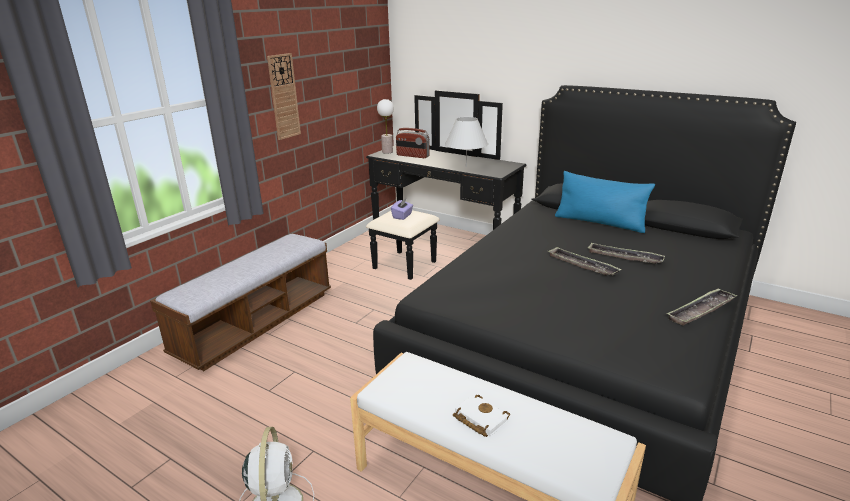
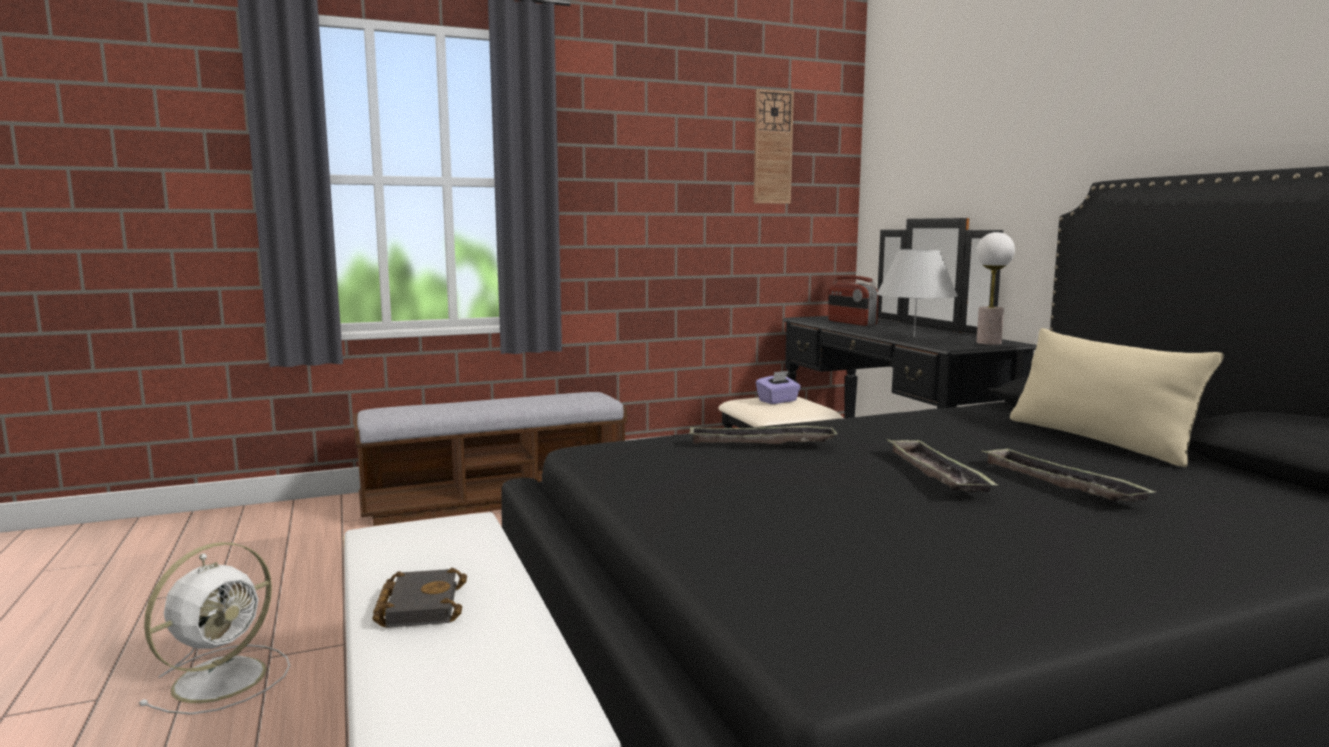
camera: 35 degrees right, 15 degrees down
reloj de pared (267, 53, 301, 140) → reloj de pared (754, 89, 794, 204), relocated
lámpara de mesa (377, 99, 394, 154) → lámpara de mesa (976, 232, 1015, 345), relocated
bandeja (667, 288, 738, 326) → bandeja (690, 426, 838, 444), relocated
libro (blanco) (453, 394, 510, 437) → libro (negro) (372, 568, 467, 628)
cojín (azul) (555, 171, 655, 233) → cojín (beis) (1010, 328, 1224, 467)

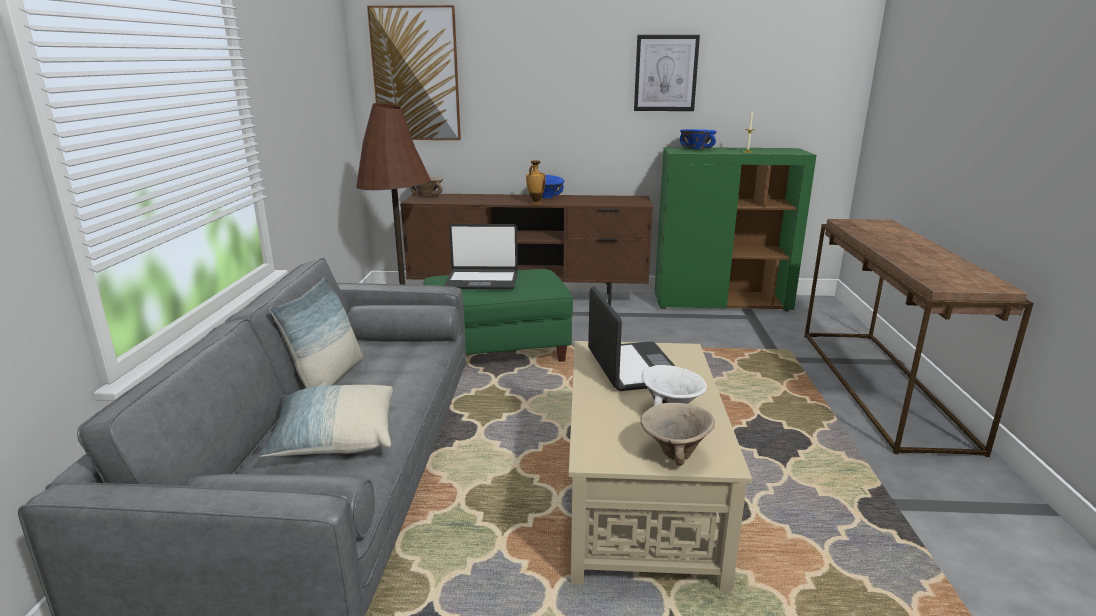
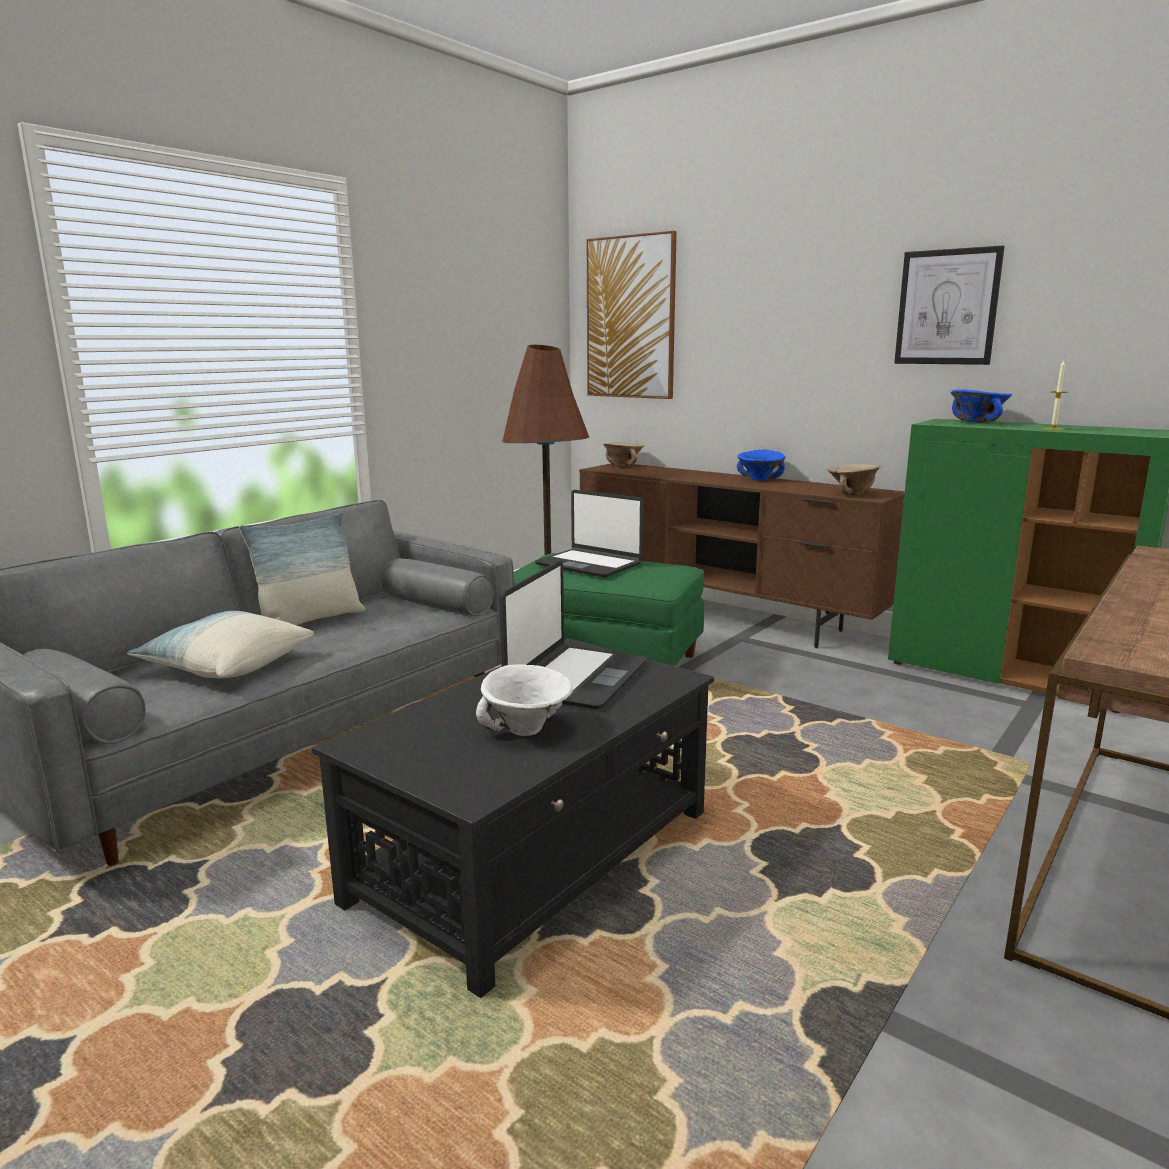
camera: 35 degrees right, 5 degrees down
florero (526, 161, 546, 205) → -
cuenco (beis) (640, 403, 715, 466) → cuenco (beis) (827, 464, 881, 495), relocated
mesa de centro (beis) (569, 341, 752, 591) → mesa de centro (negro) (312, 638, 714, 998)

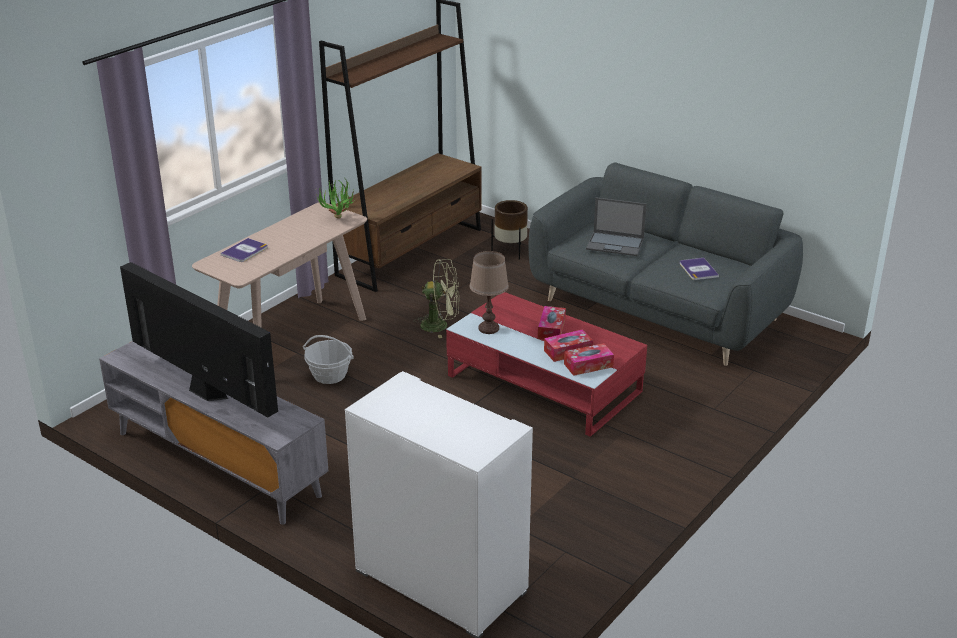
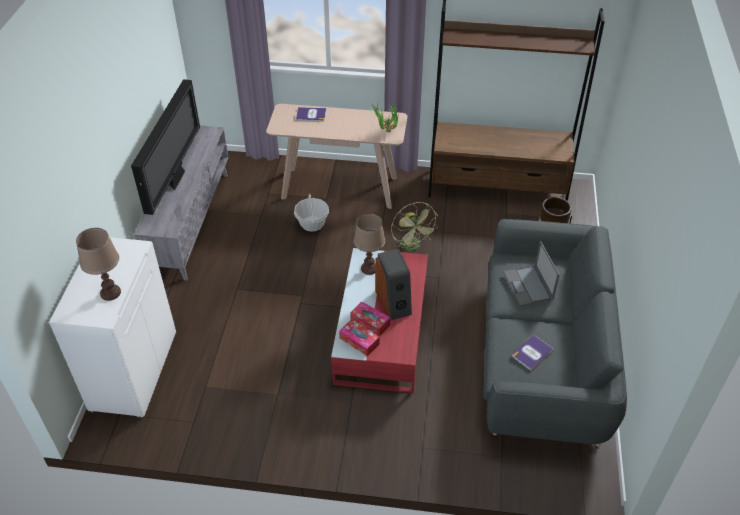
camera: 60 degrees right, 15 degrees up
- → lámpara de mesa (marrón) (76, 228, 121, 301)
caja de pañuelos (538, 306, 566, 340) → altavoz (375, 249, 412, 320)

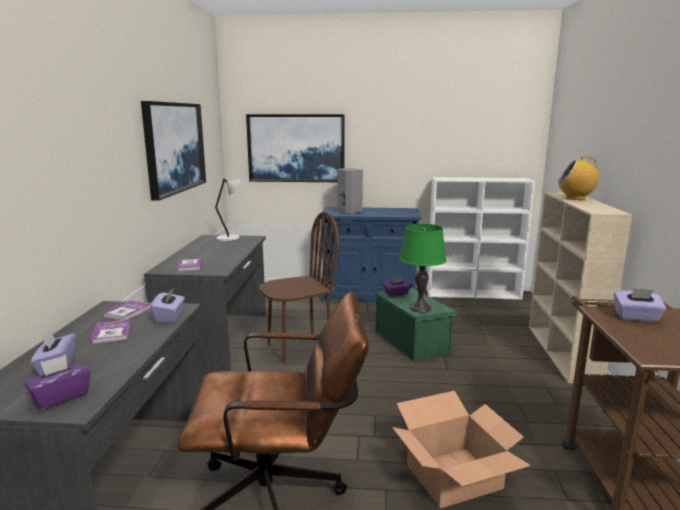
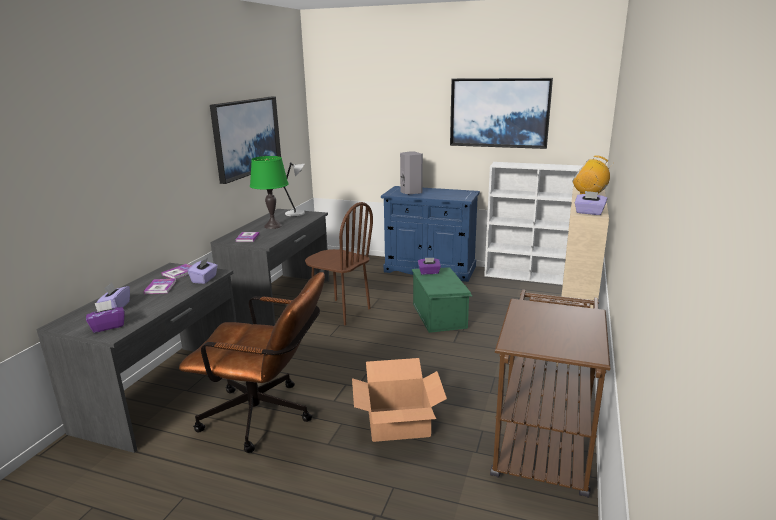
camera: 15 degrees right, 5 degrees up
cuadro (246, 114, 345, 182) → cuadro (450, 78, 553, 149), relocated
lámpara de mesa (verde) (399, 224, 447, 313) → lámpara de mesa (verde) (250, 156, 289, 229), relocated
caja de pañuelos (morado) (614, 288, 666, 322) → caja de pañuelos (morado) (575, 191, 608, 215), relocated
silla (marrón) (259, 211, 339, 364) → silla (marrón) (305, 202, 373, 325), 45 degrees clockwise

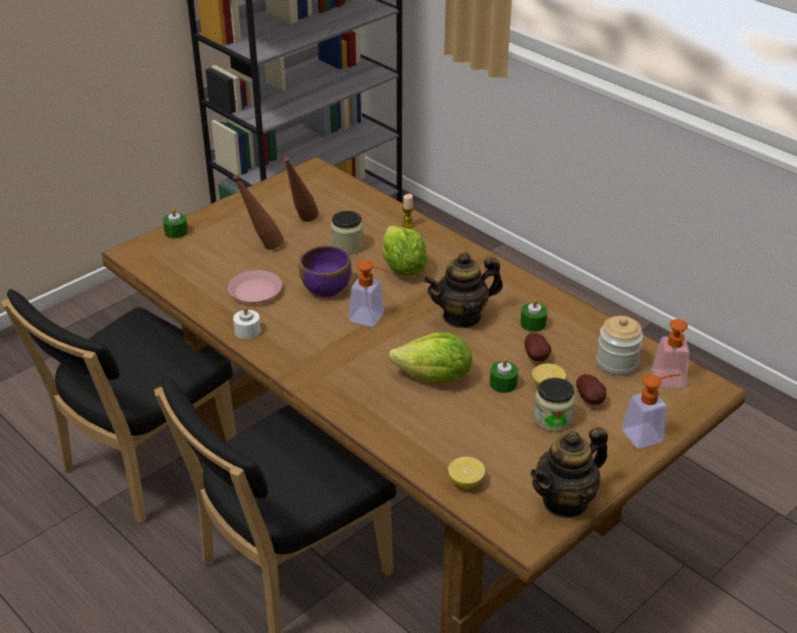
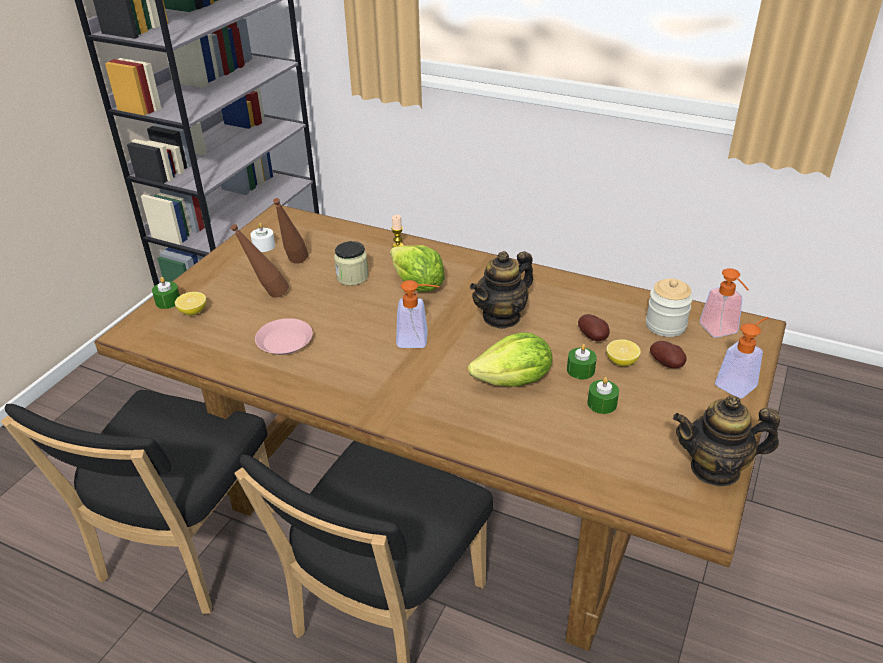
camera: 20 degrees left, 0 degrees up
cuenco (morado) (299, 245, 351, 297) → -
tarro (534, 378, 575, 432) → -
vela (blanco) (233, 306, 261, 339) → vela (blanco) (250, 223, 275, 252), relocated
limón (448, 457, 485, 488) → limón (175, 292, 206, 315), relocated
vela (verde) (520, 299, 547, 332) → vela (verde) (587, 377, 619, 414), relocated
tetera (530, 427, 608, 519) → tetera (673, 395, 780, 487), 60 degrees clockwise

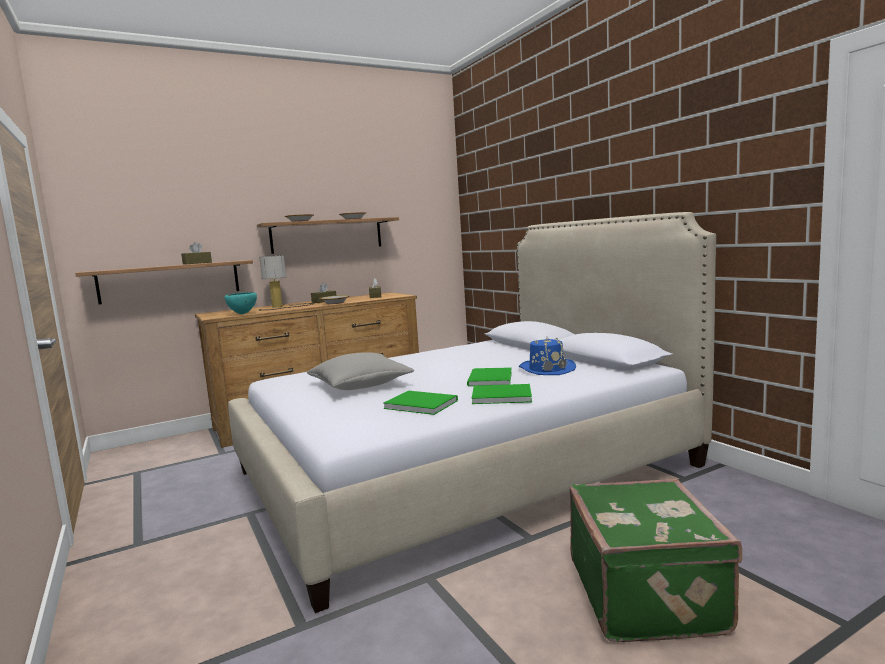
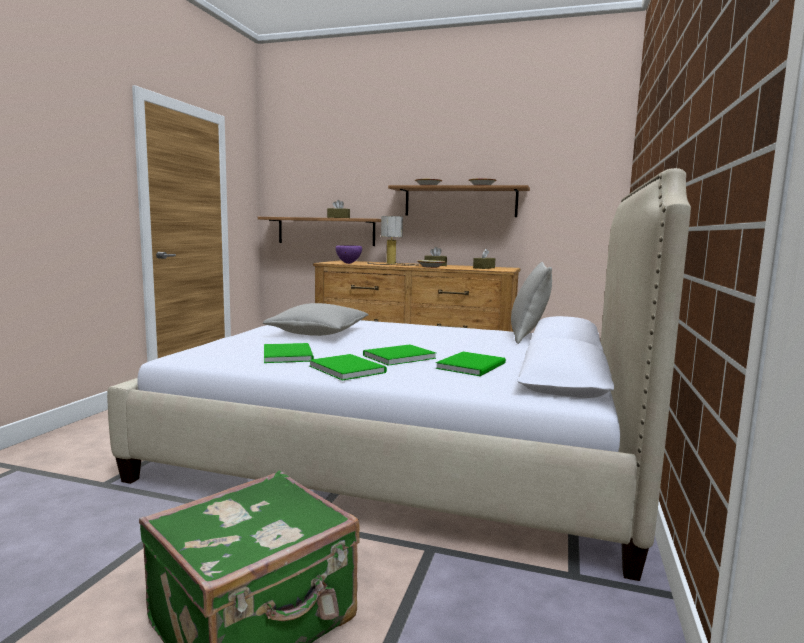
camera: 45 degrees right, 0 degrees up
- → cojín (gris) (511, 262, 552, 344)
sombrero (azul) (519, 337, 576, 375) → libro (verde) (436, 352, 506, 376)
cuenco (turquesa) (224, 292, 257, 314) → cuenco (morado) (336, 245, 362, 264)

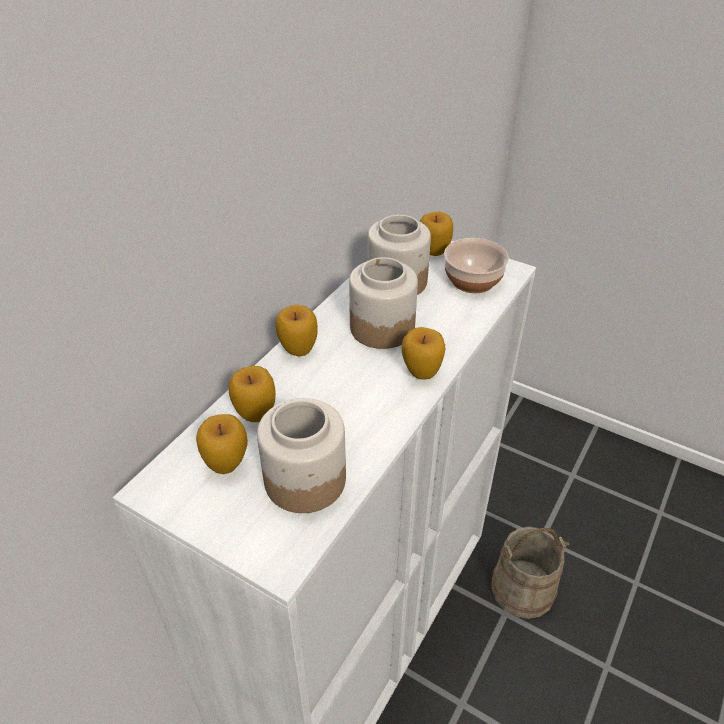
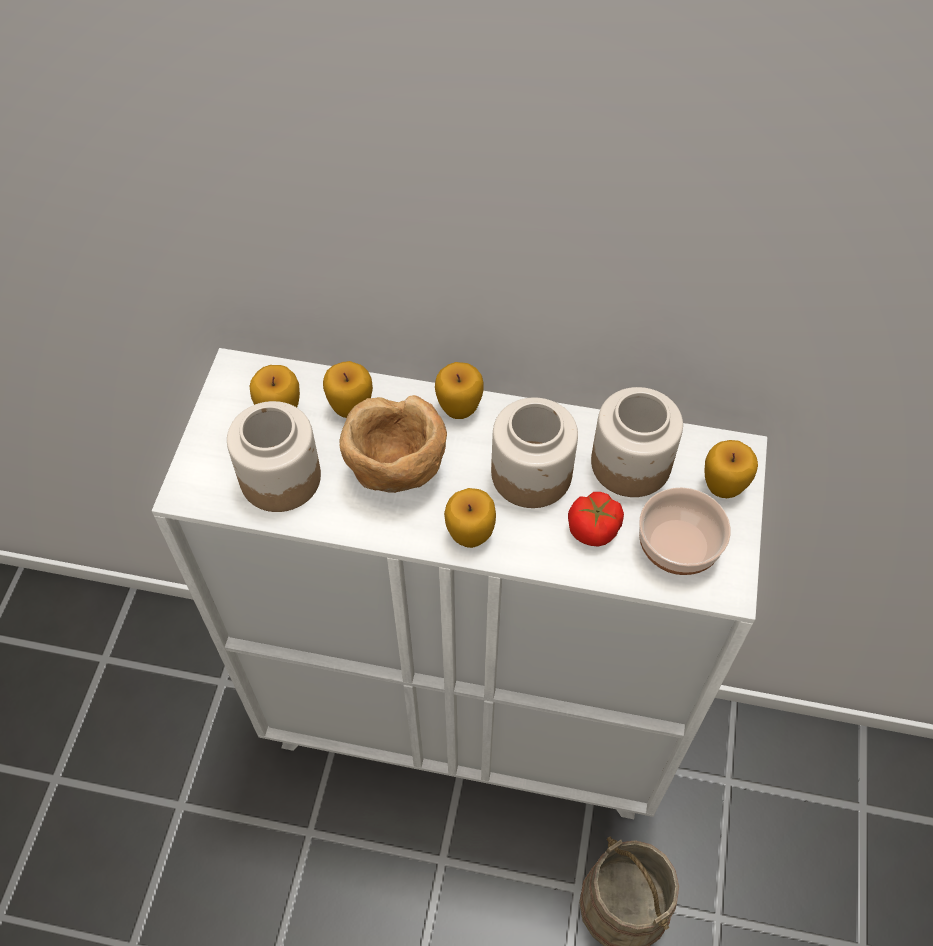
camera: 70 degrees right, 15 degrees up
- → cuenco (marrón) (339, 395, 447, 493)
- → tomate (568, 492, 624, 546)

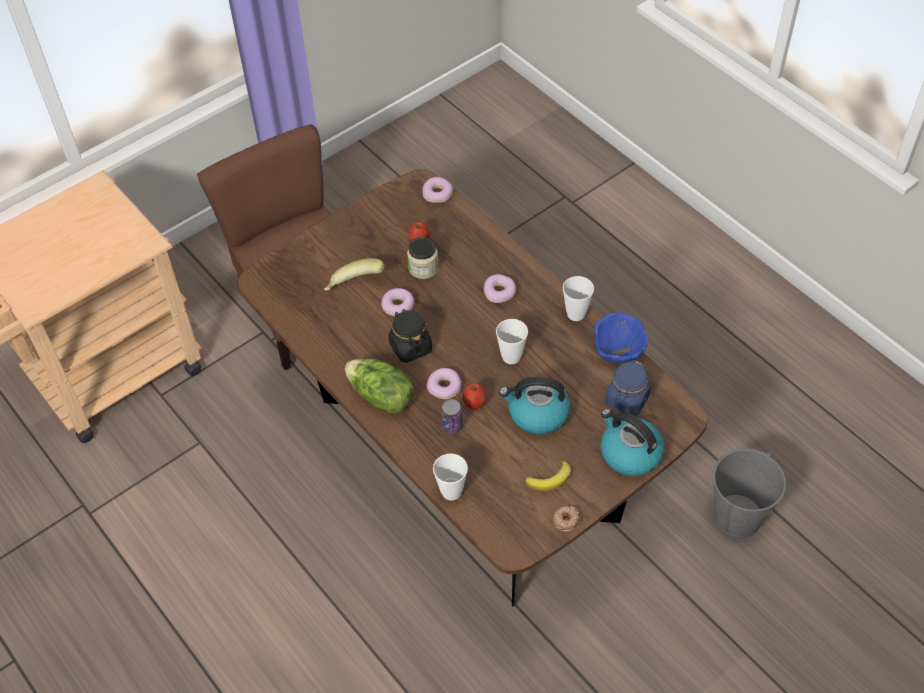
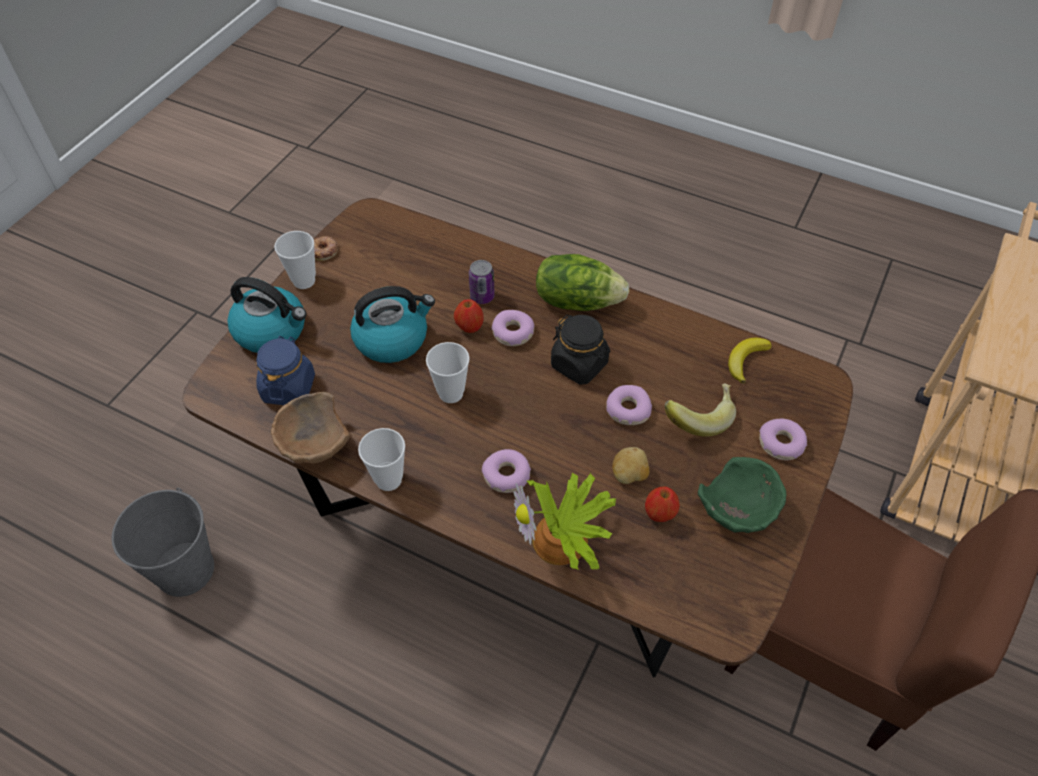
camera: 155 degrees right, 0 degrees up
- → planta en maceta (514, 473, 616, 570)
- → cuenco (verde) (698, 457, 786, 533)
rosquilla (422, 177, 453, 203) → rosquilla (759, 419, 807, 460), relocated
taza (433, 453, 468, 501) → taza (274, 231, 316, 289), relocated
plátano (525, 461, 571, 491) → plátano (728, 337, 772, 383), relocated
tarro (407, 237, 438, 279) → patata (612, 447, 649, 484)
cuenco (azul) (594, 312, 648, 363) → cuenco (marrón) (271, 392, 350, 464)

